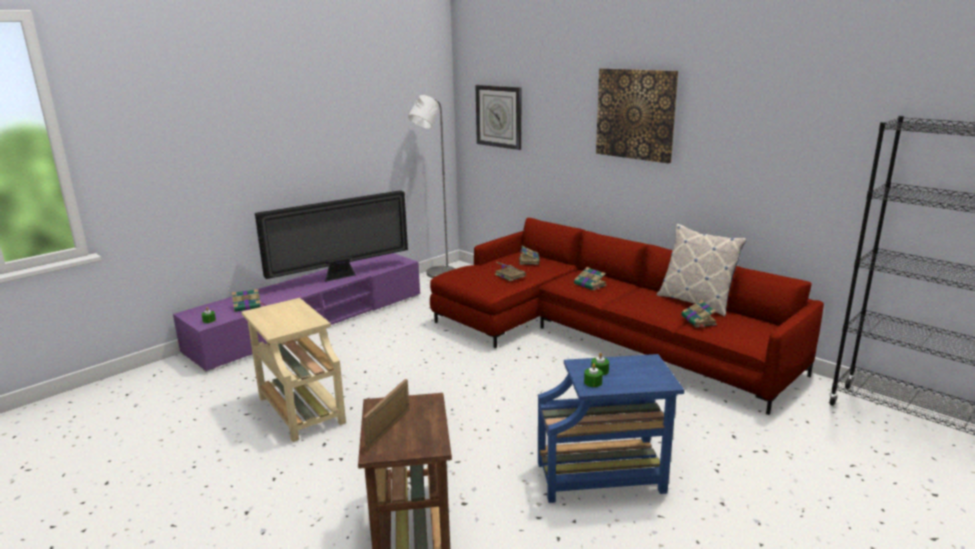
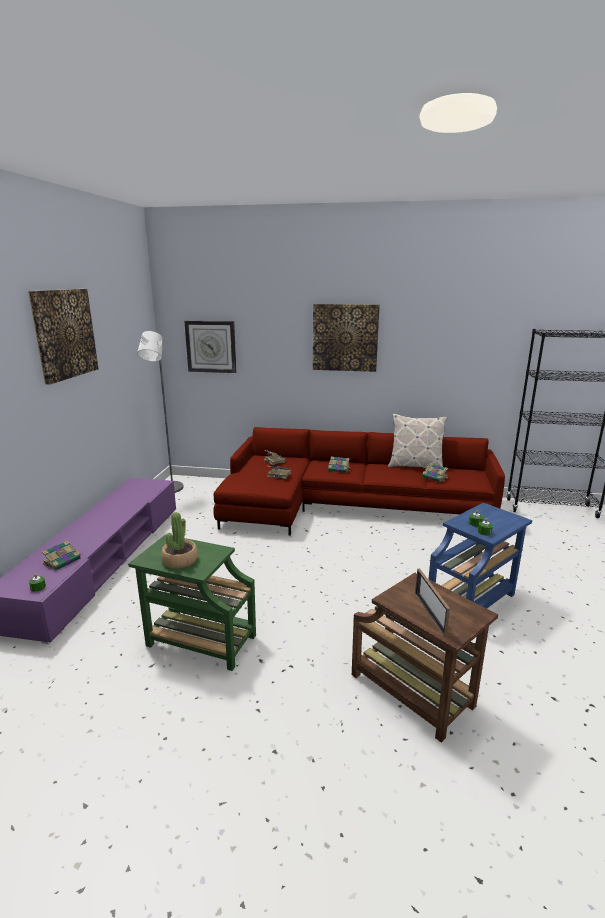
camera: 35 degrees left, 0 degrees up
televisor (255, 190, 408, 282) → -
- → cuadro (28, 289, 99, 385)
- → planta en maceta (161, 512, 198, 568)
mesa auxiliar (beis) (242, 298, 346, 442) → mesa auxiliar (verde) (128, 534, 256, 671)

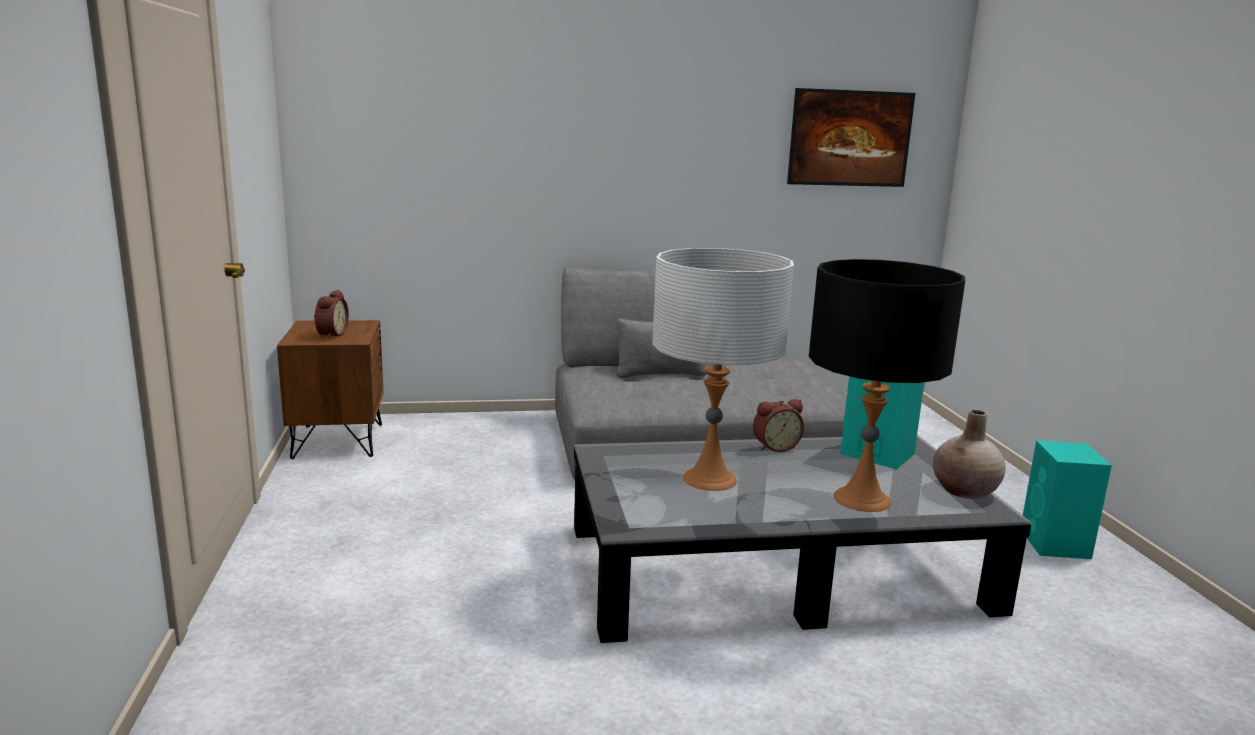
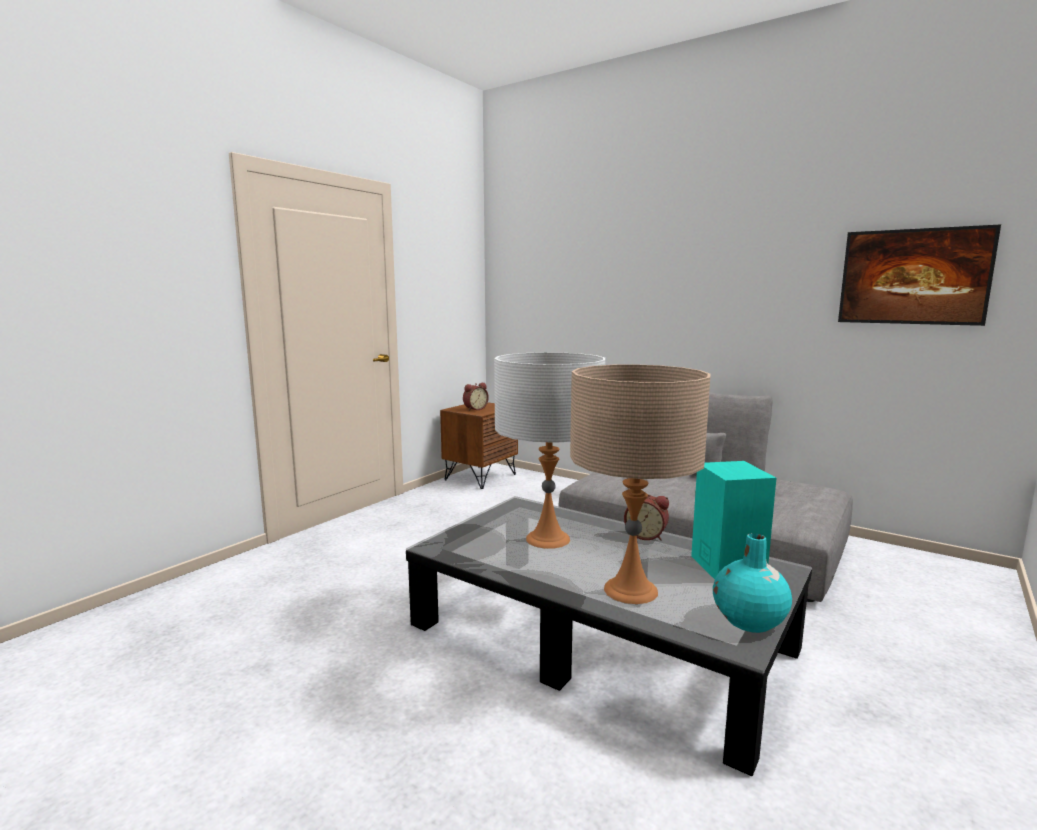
camera: 45 degrees right, 5 degrees down
altavoz (turquesa) (1023, 440, 1112, 559) → -
lámpara de mesa (negro) (809, 259, 965, 512) → lámpara de mesa (beis) (570, 364, 711, 604)
florero (beis) (933, 410, 1006, 499) → florero (turquesa) (713, 533, 792, 633)

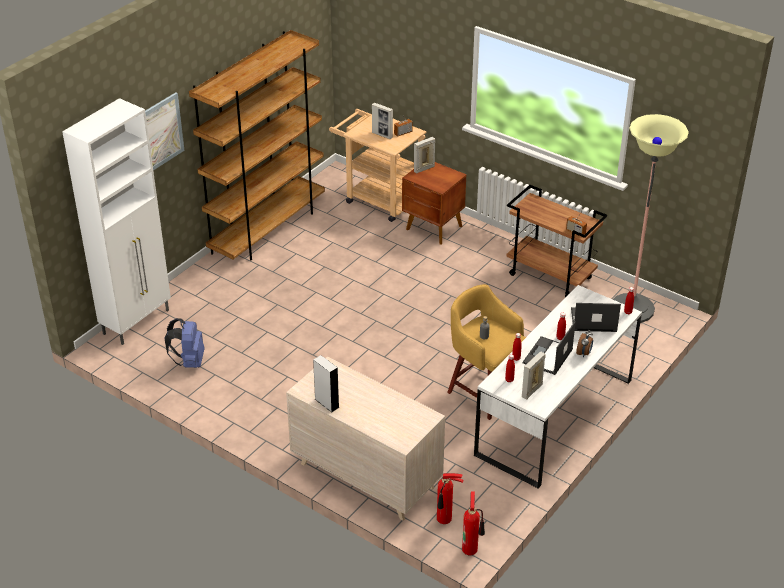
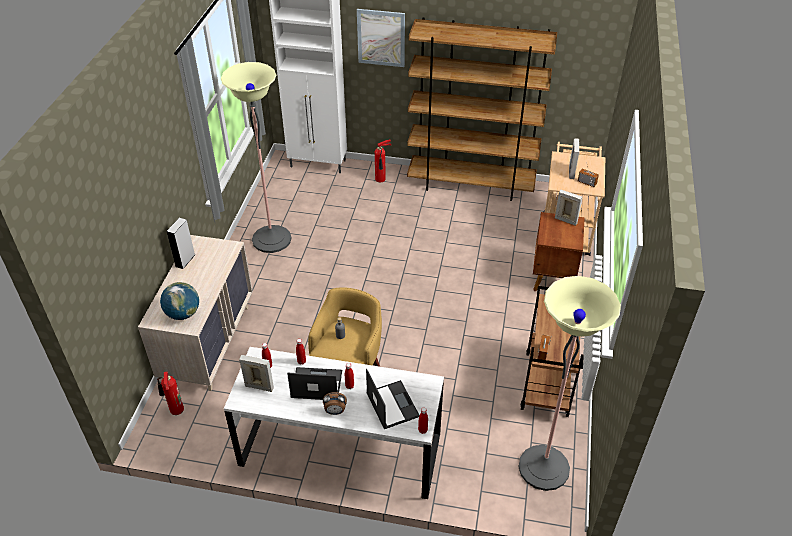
camera: 65 degrees right, 5 degrees up
mochila (azul) (164, 318, 205, 368) → -
- → globo terráqueo (160, 282, 199, 320)
- → lámpara de pie (221, 62, 291, 253)
extintor (462, 491, 485, 555) → extintor (375, 139, 391, 182), relocated

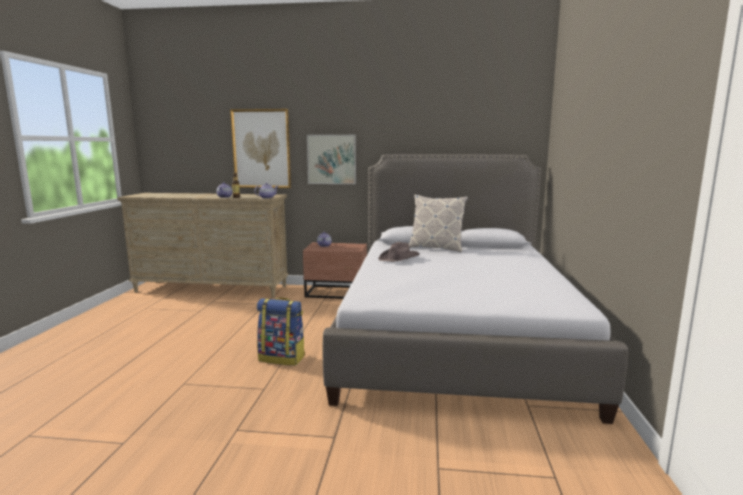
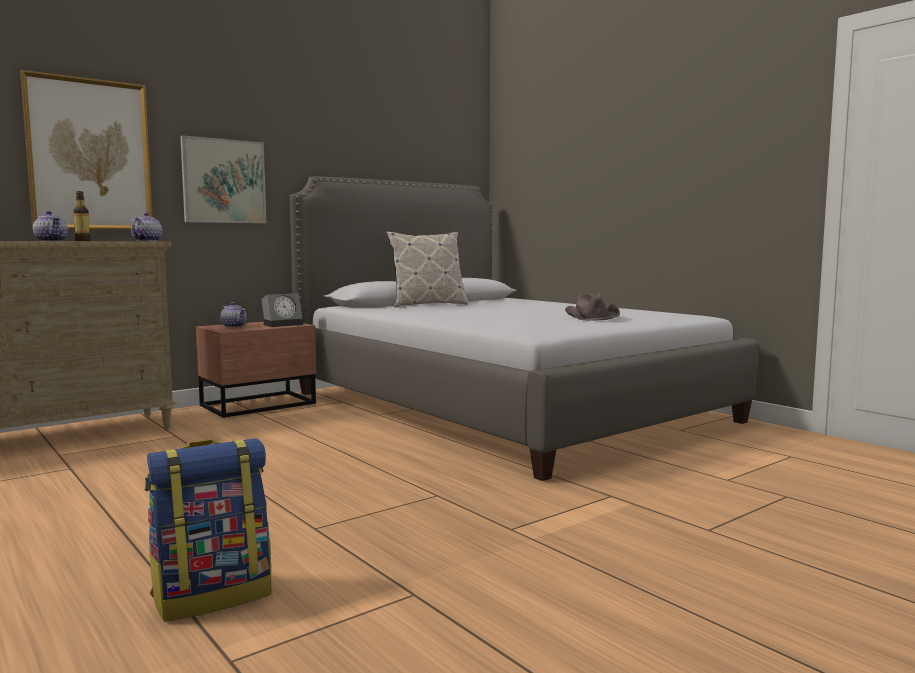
camera: 45 degrees left, 5 degrees down
- → despertador (261, 292, 303, 327)
mochila (257, 298, 305, 366) → mochila (145, 438, 271, 622), relocated
sombrero (marrón) (378, 242, 420, 262) → sombrero (marrón) (565, 293, 620, 321), relocated

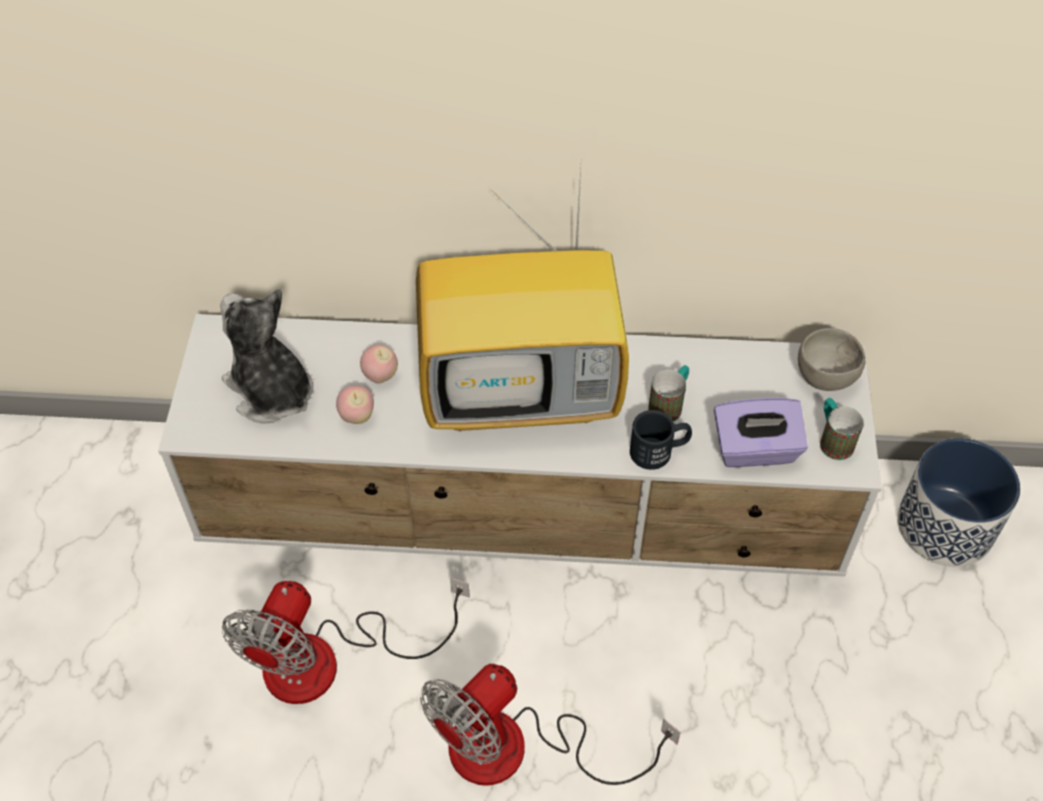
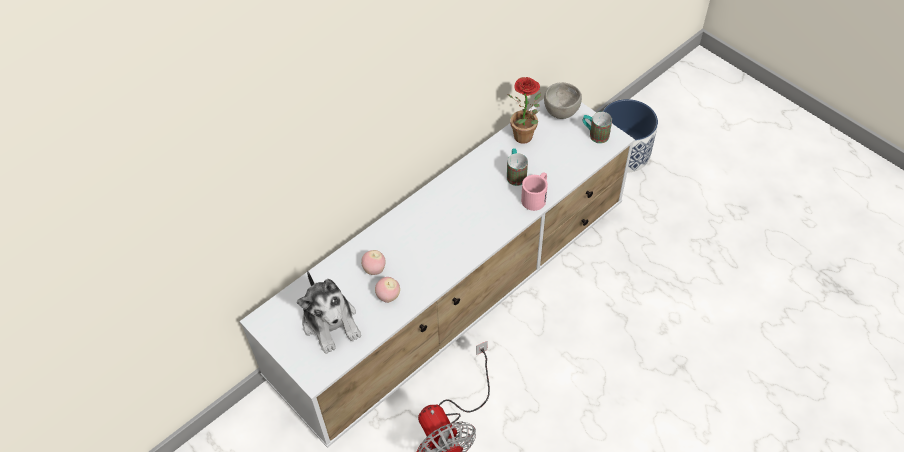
camera: 45 degrees left, 0 degrees up
televisor (416, 169, 629, 431) → -
ventilador (420, 664, 680, 786) → -
caja de pañuelos (morado) (714, 398, 808, 467) → -
- → planta en maceta (508, 77, 541, 144)
taza grande (negro) (630, 410, 692, 470) → taza grande (rosa) (521, 172, 548, 211)
peluche (220, 289, 313, 424) → peluche (297, 270, 361, 354), 120 degrees counterclockwise

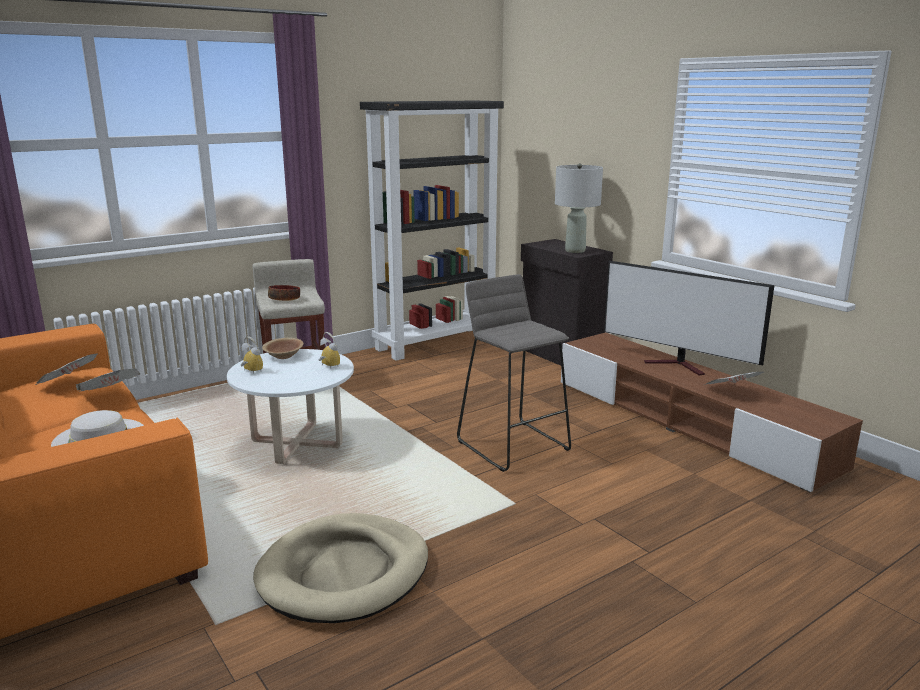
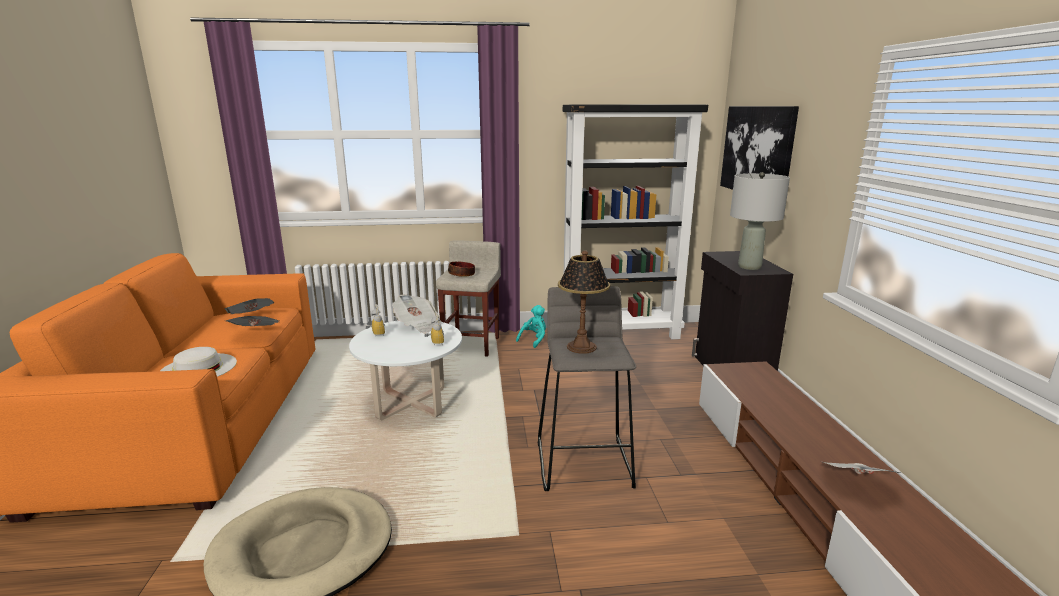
camera: 30 degrees right, 0 degrees up
televisor (604, 261, 775, 376) → -
- → peluche (turquesa) (516, 305, 546, 348)
- → lámpara de mesa (558, 250, 610, 354)
- → cuadro (720, 106, 799, 190)
cuenco (marrón) (262, 338, 304, 359) → periódico (392, 294, 441, 333)

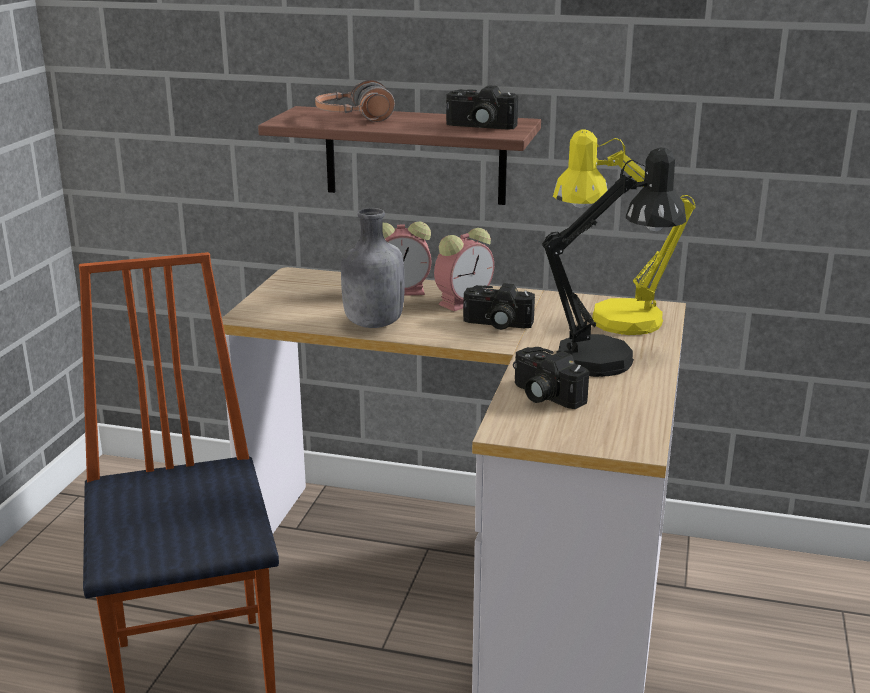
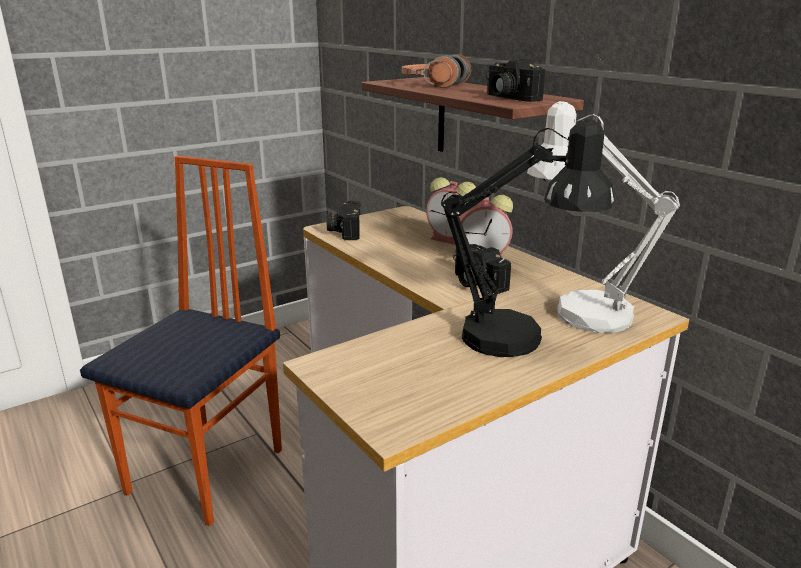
camera: 40 degrees right, 0 degrees up
botella (gris) (341, 208, 405, 328) → -
cámara (513, 347, 589, 409) → cámara (326, 201, 361, 240), relocated
lámpara de mesa (amarillo) (553, 129, 696, 335) → lámpara de mesa (blanco) (526, 101, 680, 333)

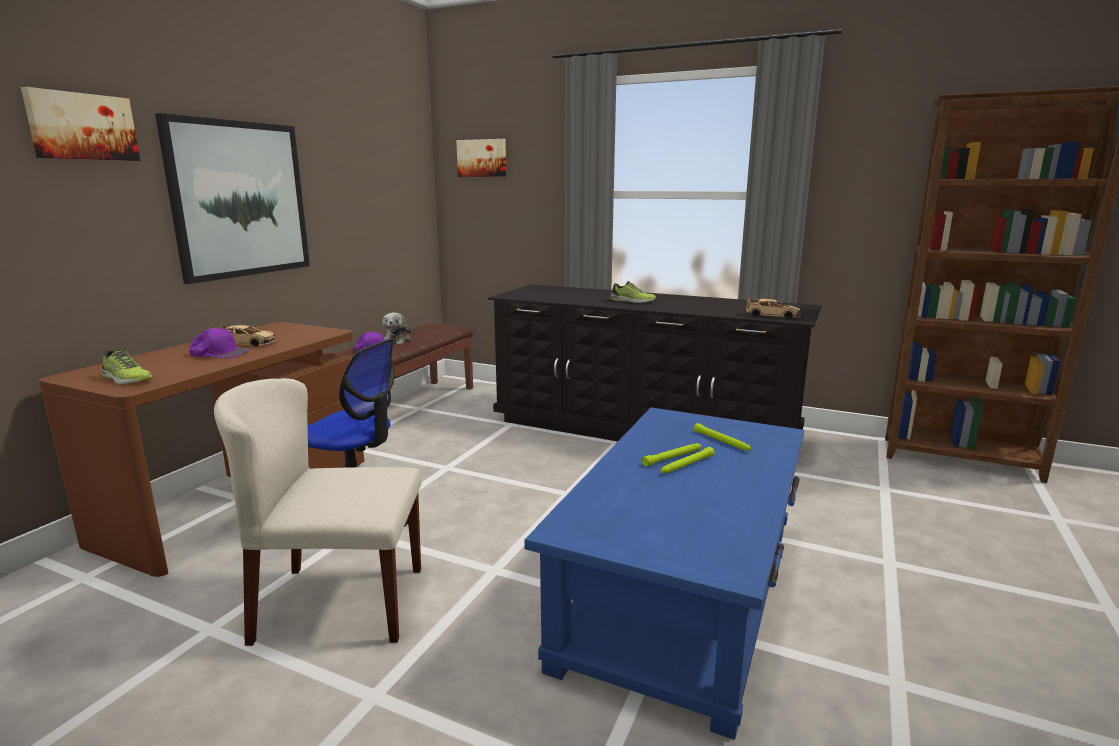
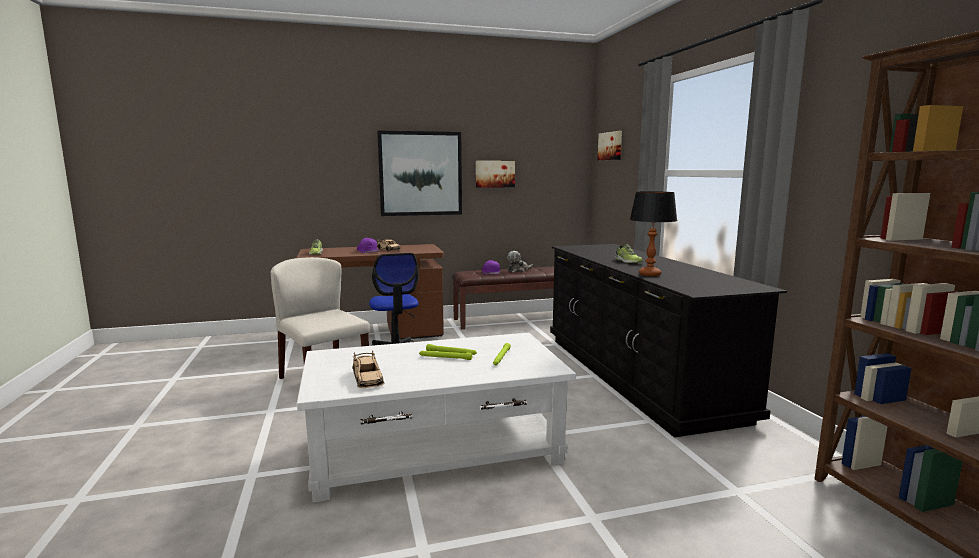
camera: 50 degrees right, 5 degrees down
- → lámpara de mesa (630, 191, 677, 276)
cuadro (21, 87, 140, 161) → cuadro (476, 161, 515, 188), relocated
coche de juguete (beis) (745, 297, 800, 319) → coche de juguete (beis) (352, 351, 385, 388), relocated
mesa de centro (azul) (525, 407, 804, 740) → mesa de centro (blanco) (297, 333, 576, 503)

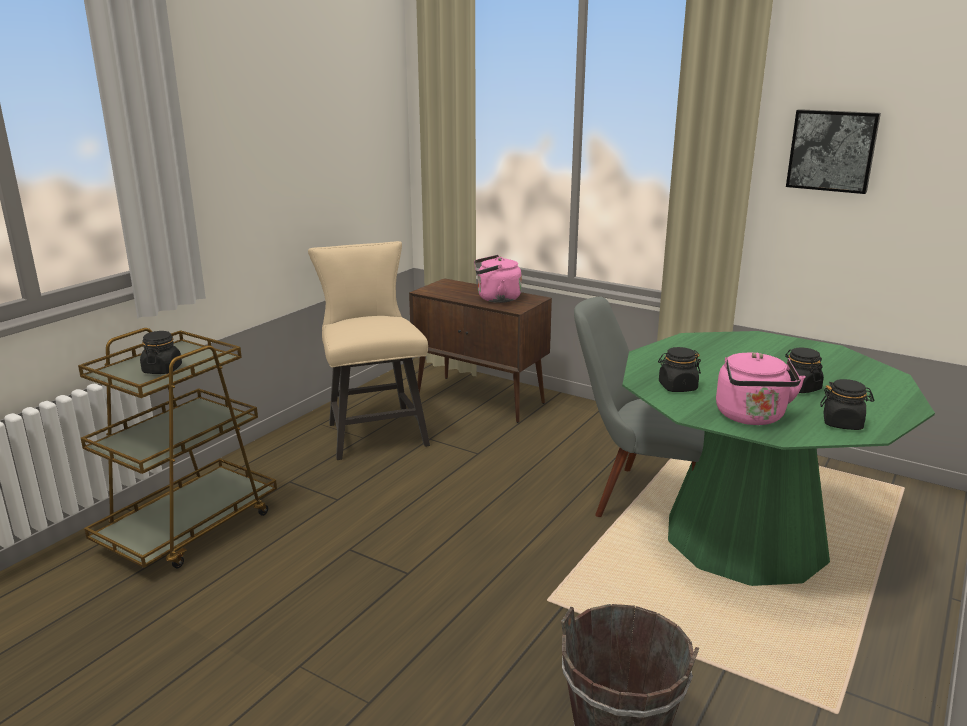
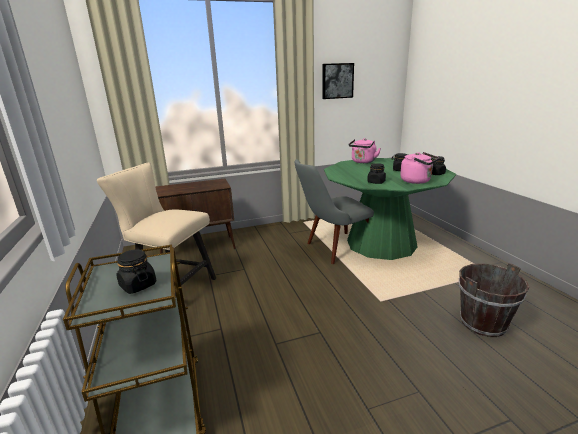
camera: 50 degrees left, 0 degrees up
hervidor (rosa) (474, 255, 522, 303) → hervidor (rosa) (349, 138, 381, 163), relocated

